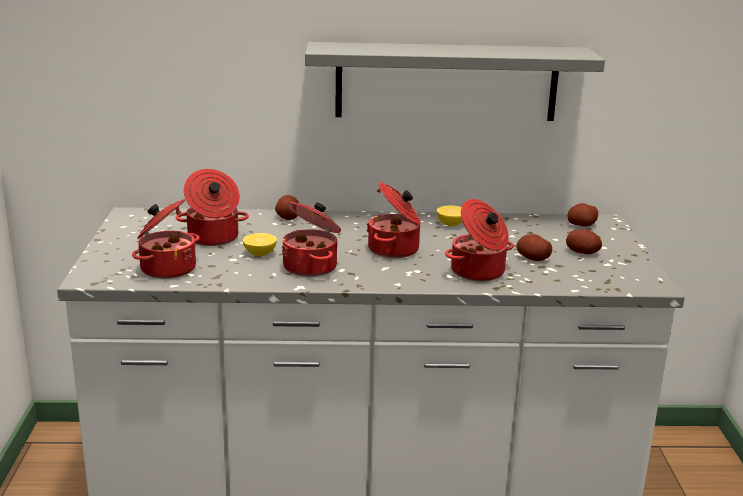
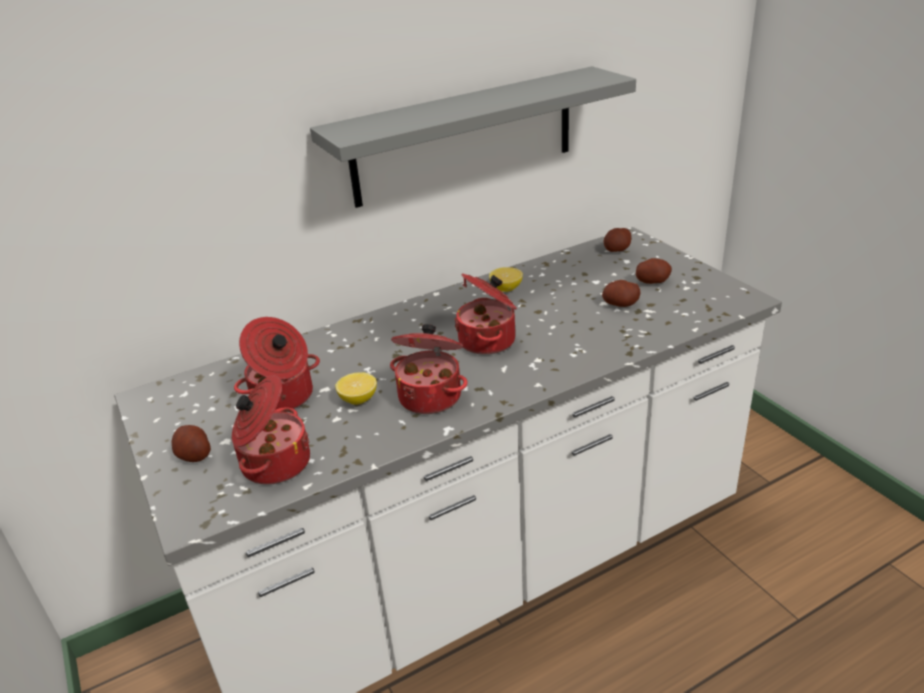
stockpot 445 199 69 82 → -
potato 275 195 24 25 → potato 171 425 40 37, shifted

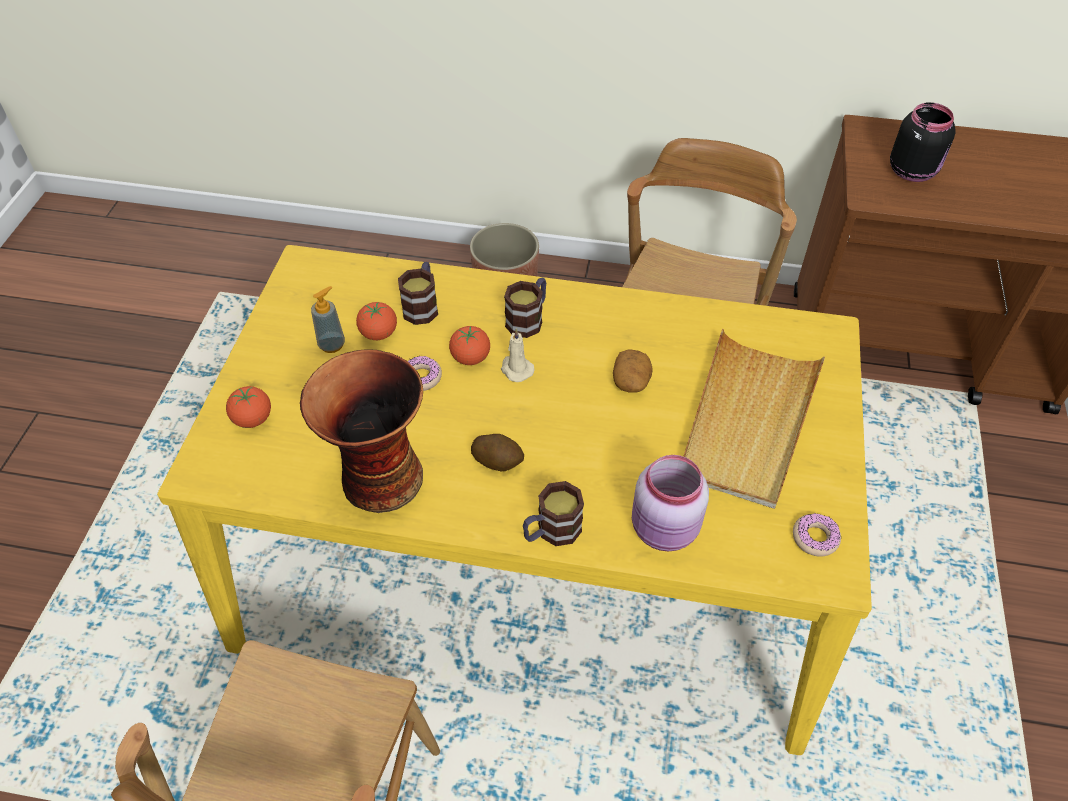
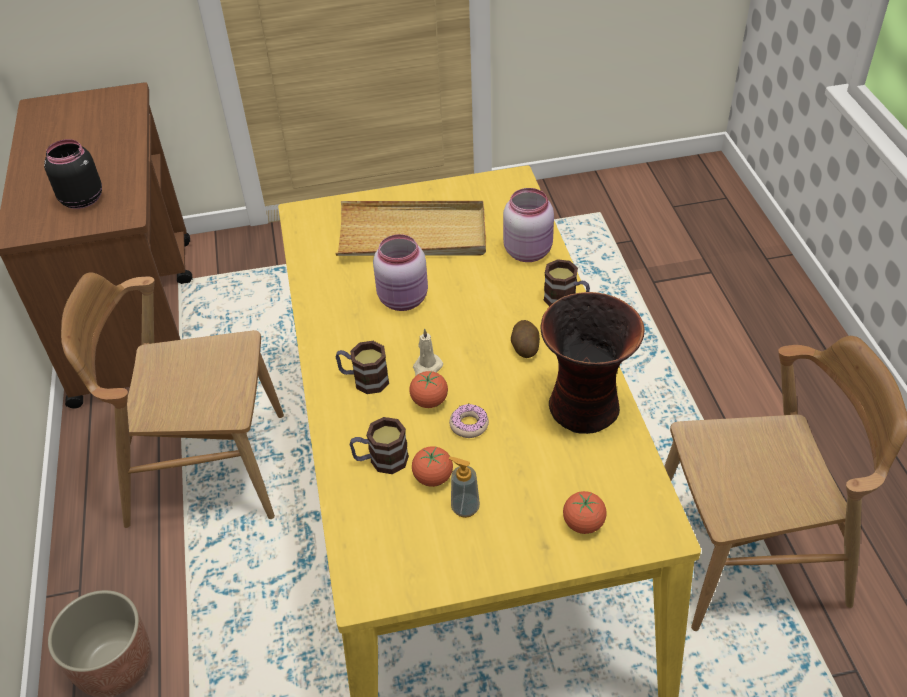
doughnut 793 513 48 44 → -
potato 613 349 40 44 → pinkish storage jar 373 234 55 77

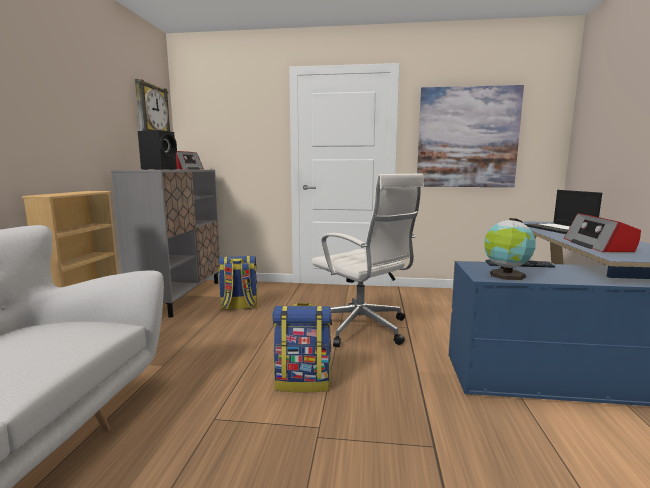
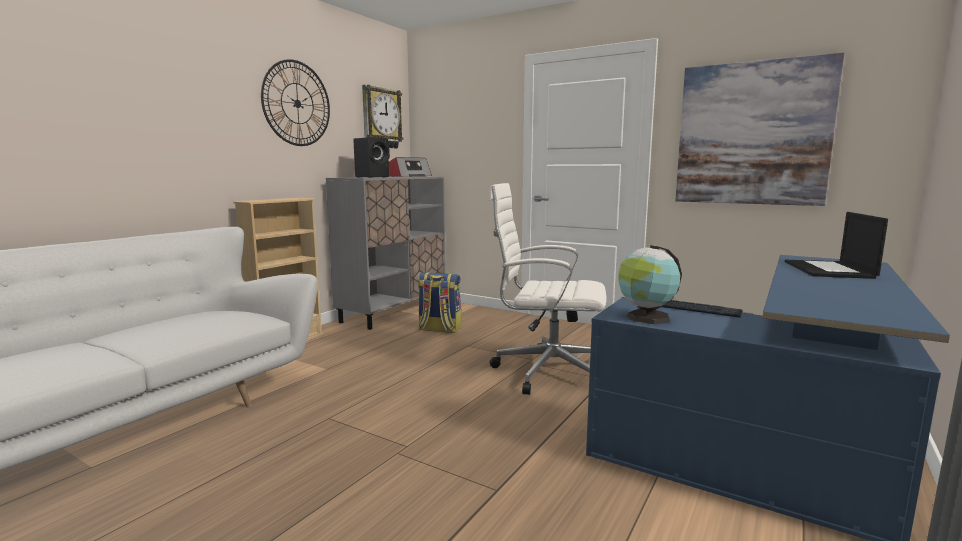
rucksack 272 303 60 89 → -
radio set 564 213 77 39 → -
- → wall clock 261 59 69 87
white computer chair 311 173 113 174 → white computer chair 489 183 118 212, 120 degrees clockwise

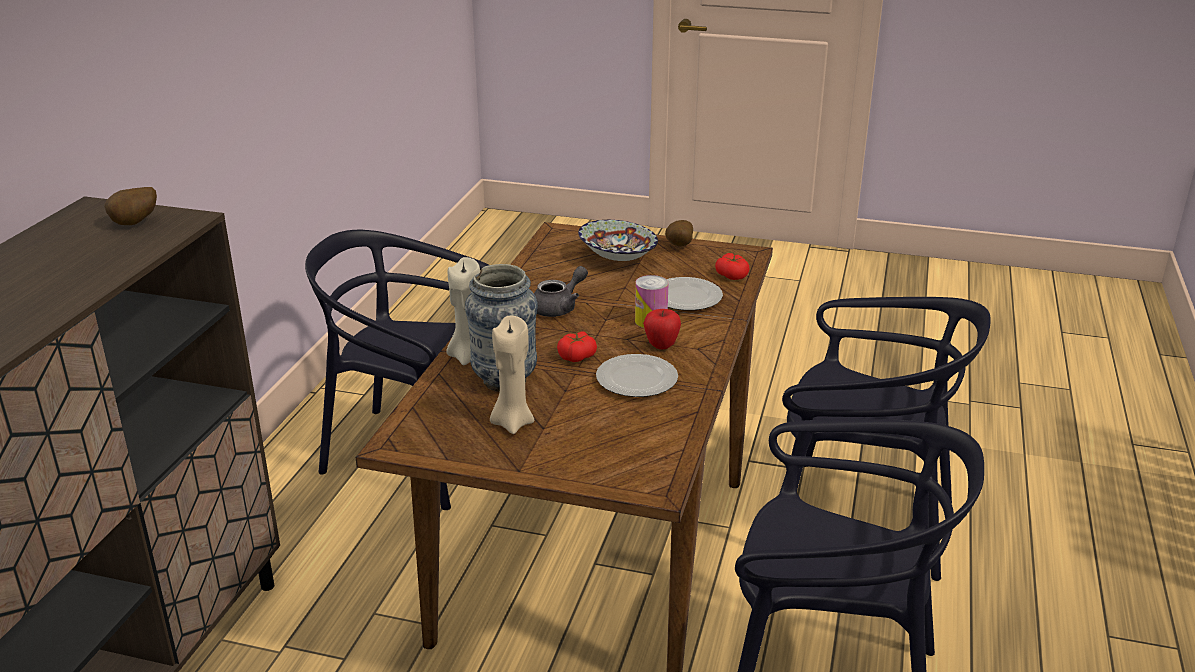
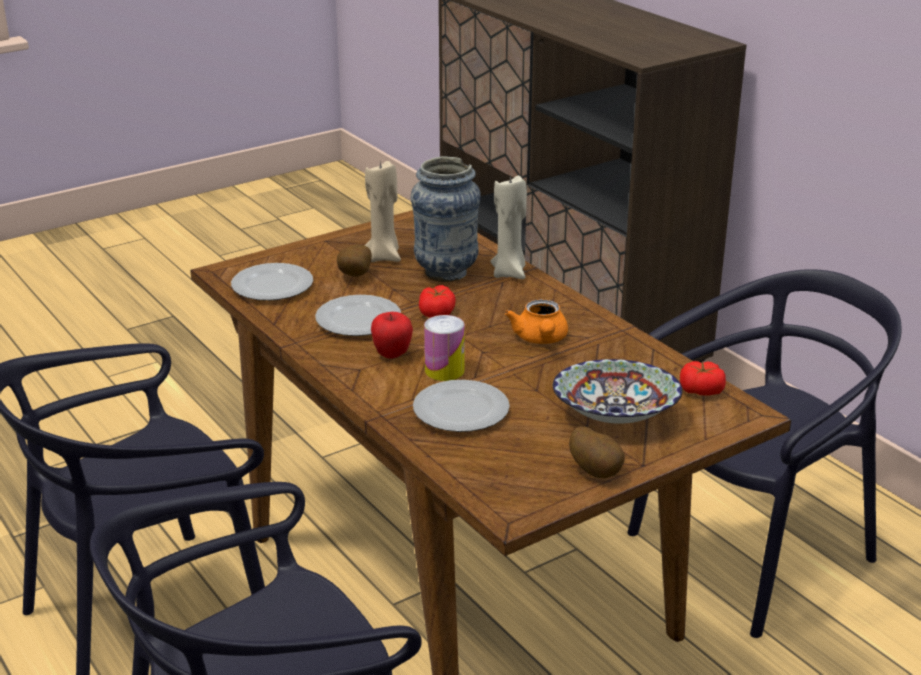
- → flat dish 231 263 82 38
potato 104 187 53 38 → potato 337 244 35 33, shifted
tomato 715 253 34 27 → tomato 680 361 46 35, shifted
greyish pot for tea 534 266 54 51 → orange-coloured pot for tea 505 299 63 45

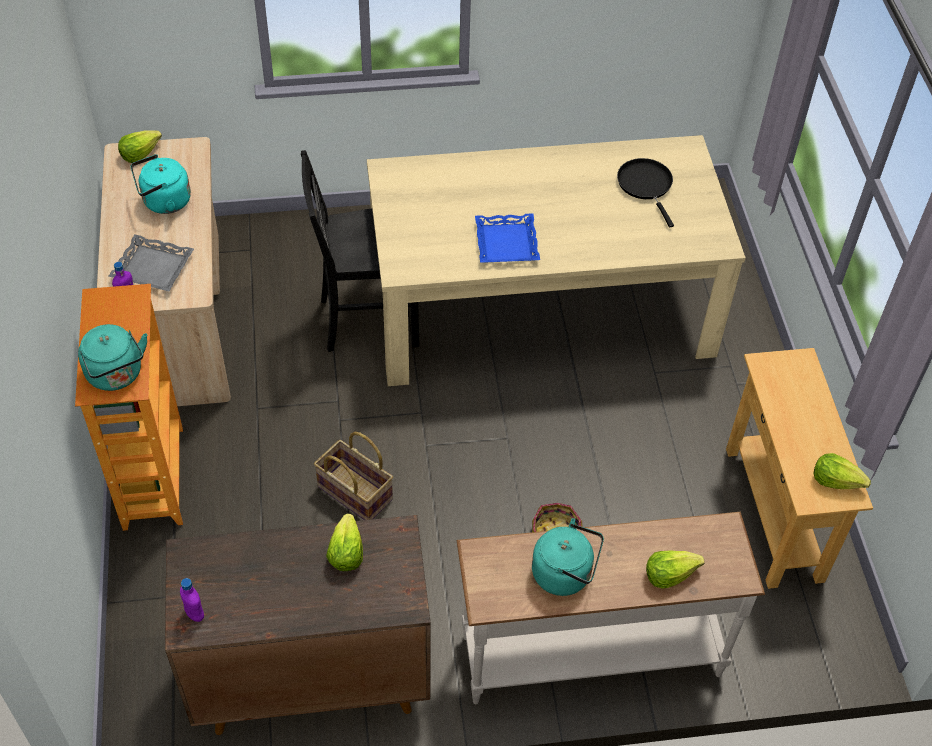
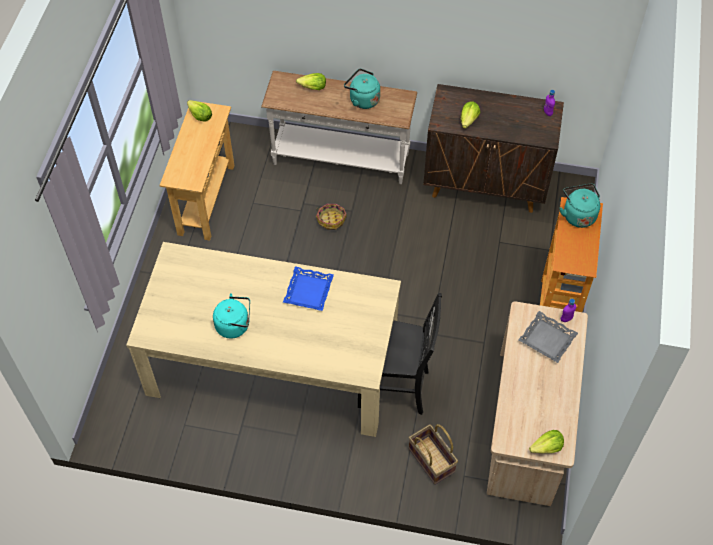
blackish frying pan 617 158 57 69 → -
turquoise water kettle 131 154 60 60 → turquoise water kettle 213 293 37 46, shifted
basket 314 432 79 88 → basket 409 424 49 61, shifted

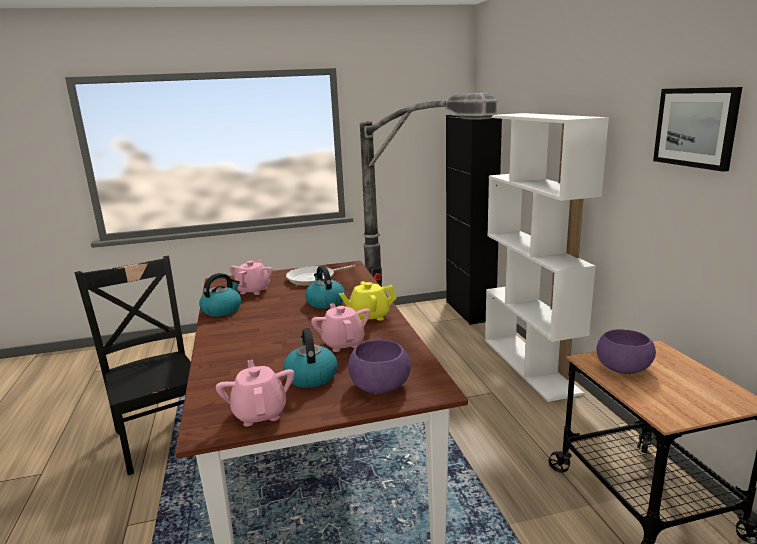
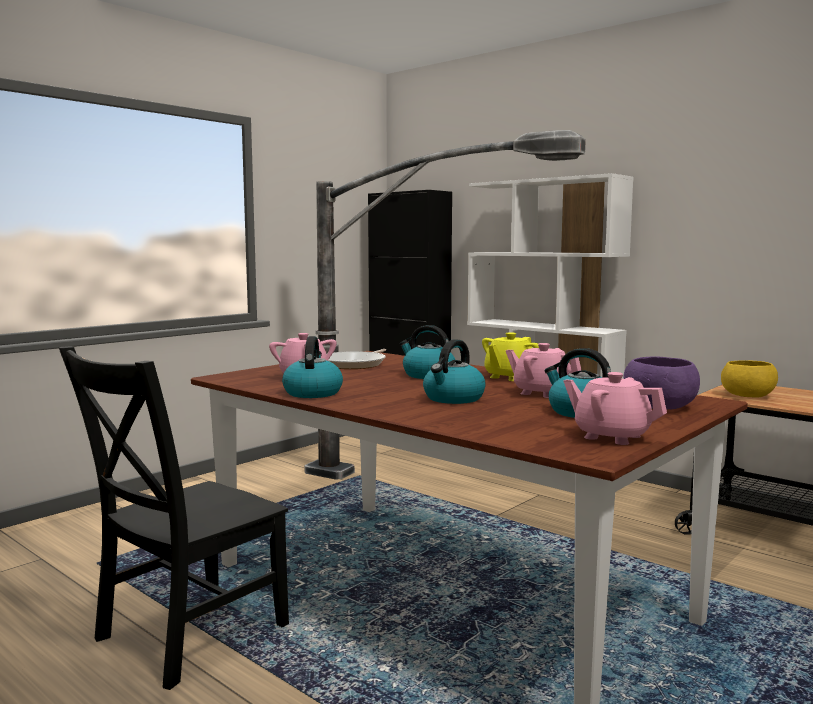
wall picture 653 87 89 85 → -
- → water kettle 423 339 63 65
purplish serving bowl 597 329 59 45 → yellow serving bowl 721 360 57 38
blackish chair 74 256 117 219 → blackish chair 58 346 231 344, 75 degrees counterclockwise

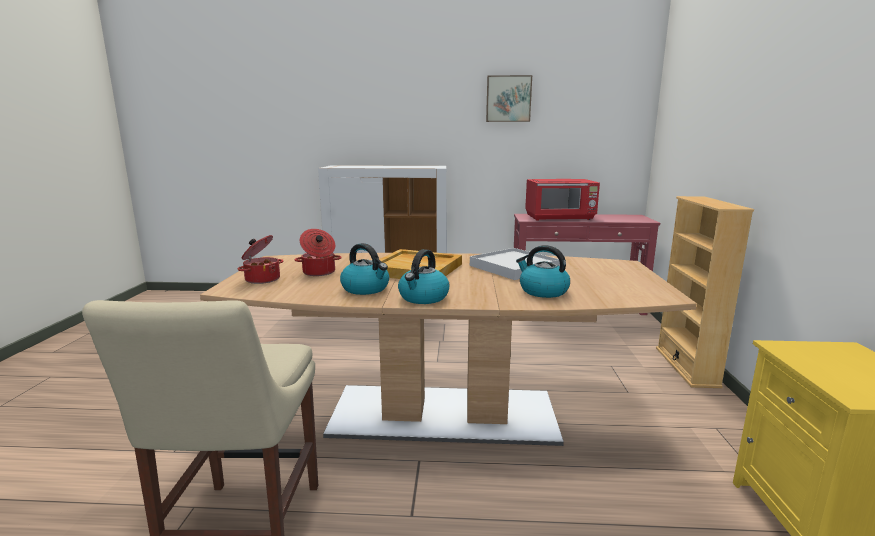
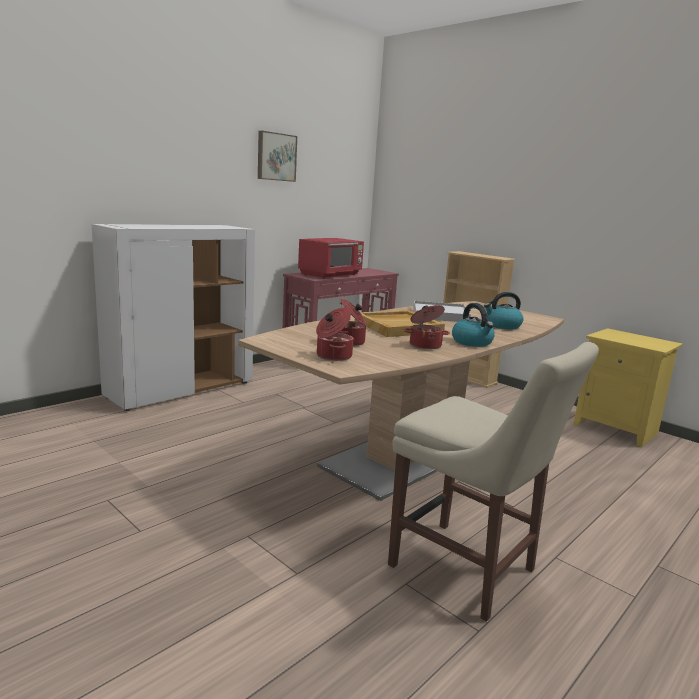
water kettle 340 243 49 52 → stockpot 404 305 46 44

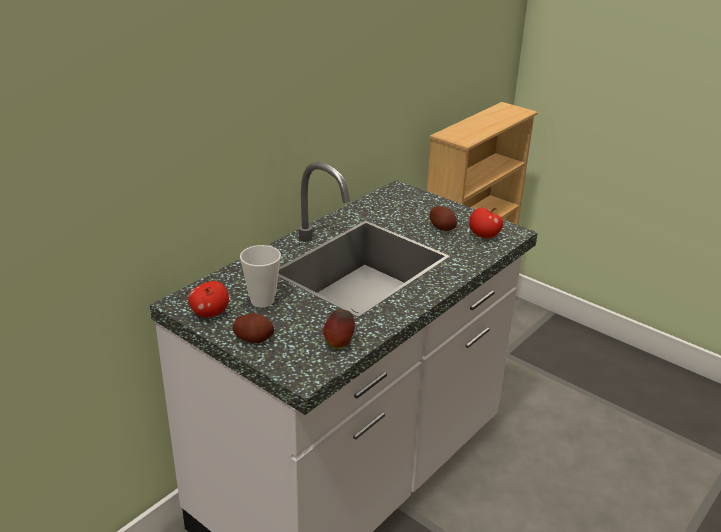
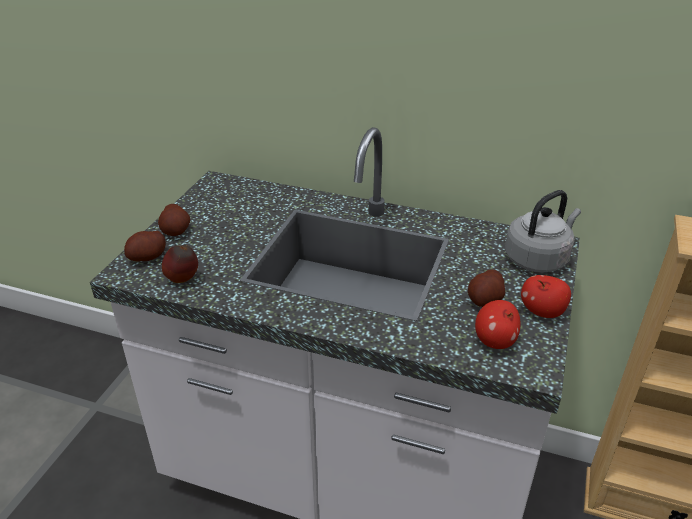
drinking cup 240 245 41 63 → -
- → potato 124 231 42 30
- → greyish water kettle 505 190 76 83
whole apple 188 281 41 37 → whole apple 521 275 50 43, shifted

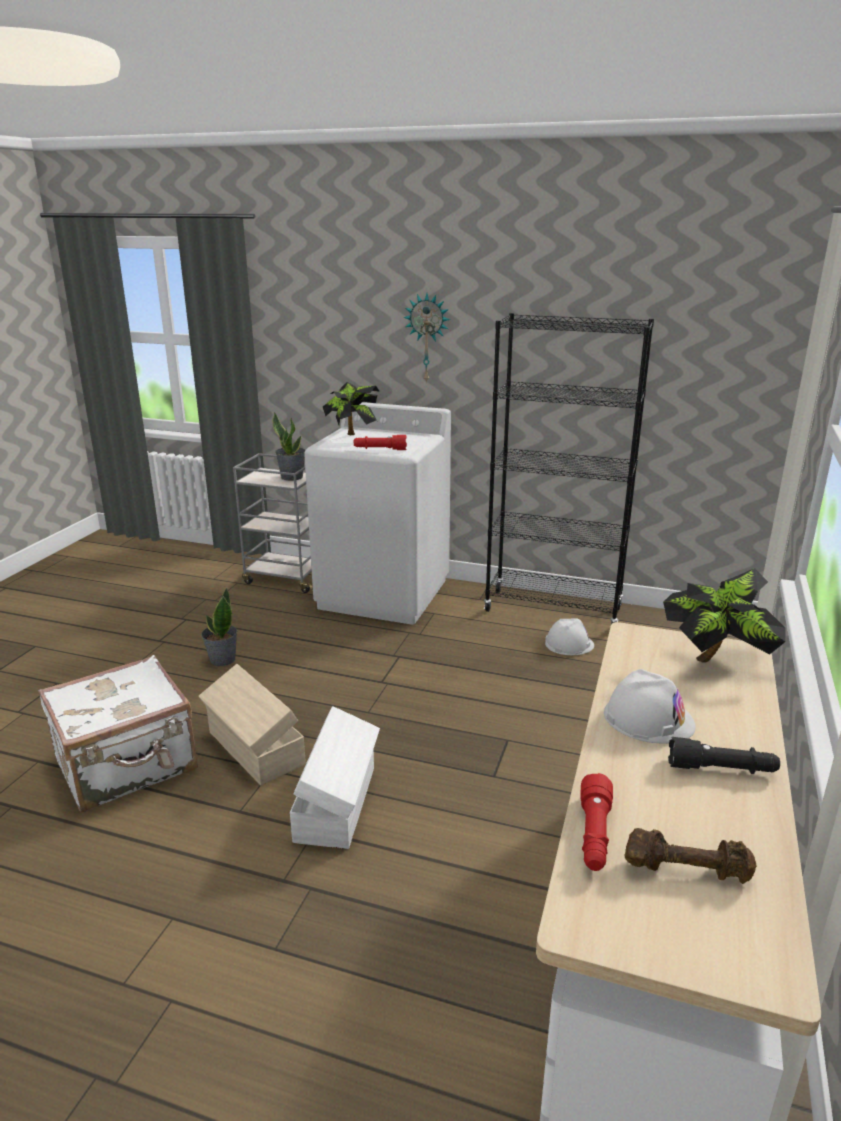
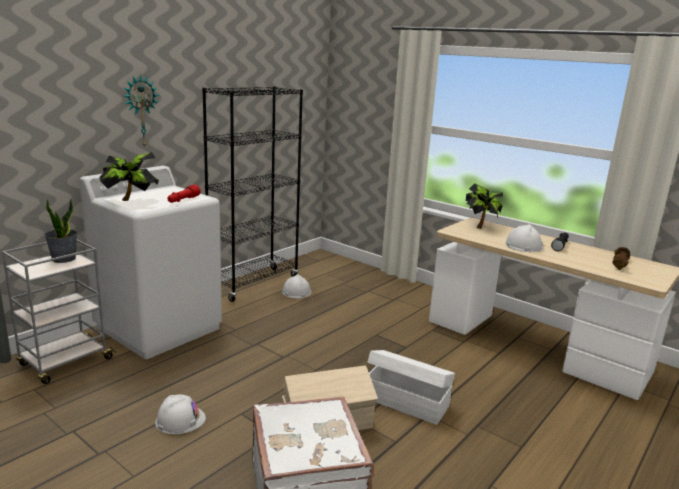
red-coloured flashlight 580 773 33 98 → -
potted plant 201 588 36 78 → white hard hat 155 395 51 39

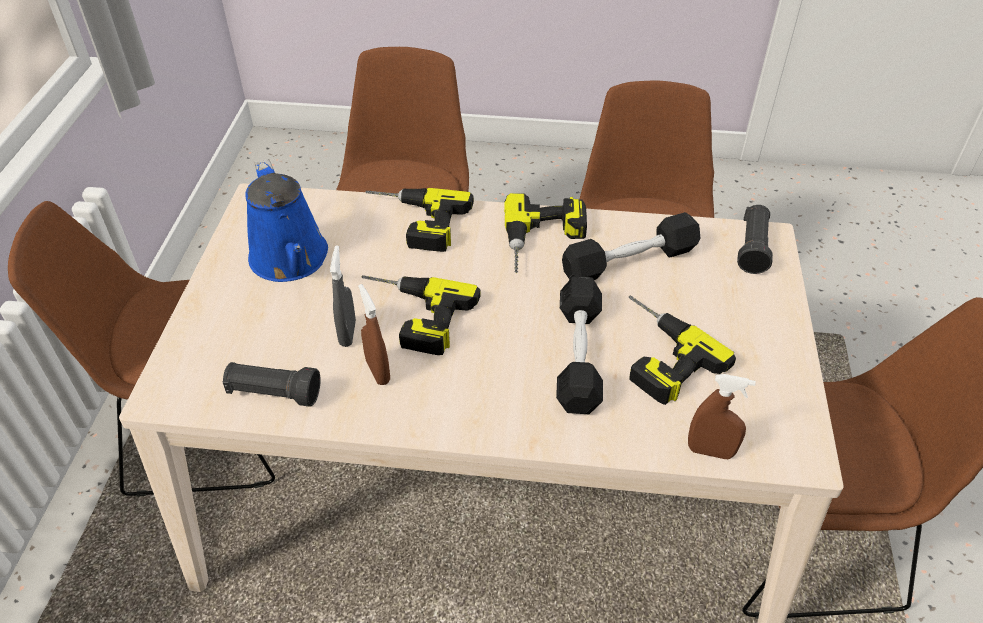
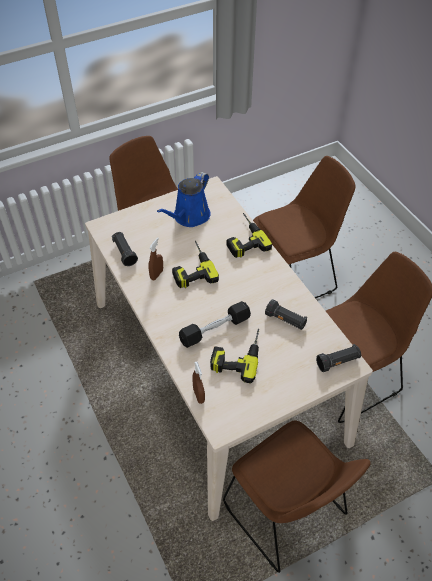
greyish sprayer 330 246 26 101 → -
electric drill 504 193 83 80 → -
blackish free weight 562 212 139 68 → blackish flashlight 265 299 42 31

